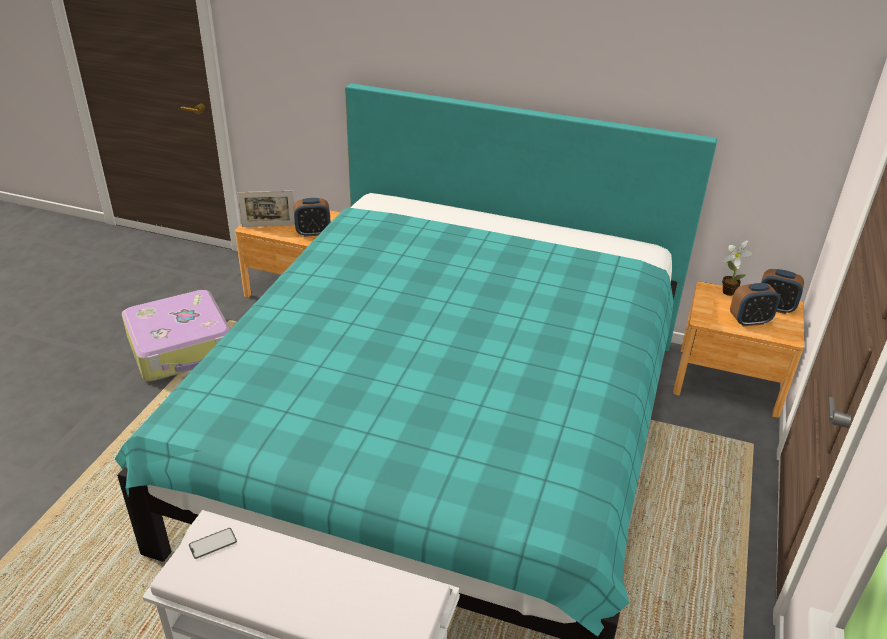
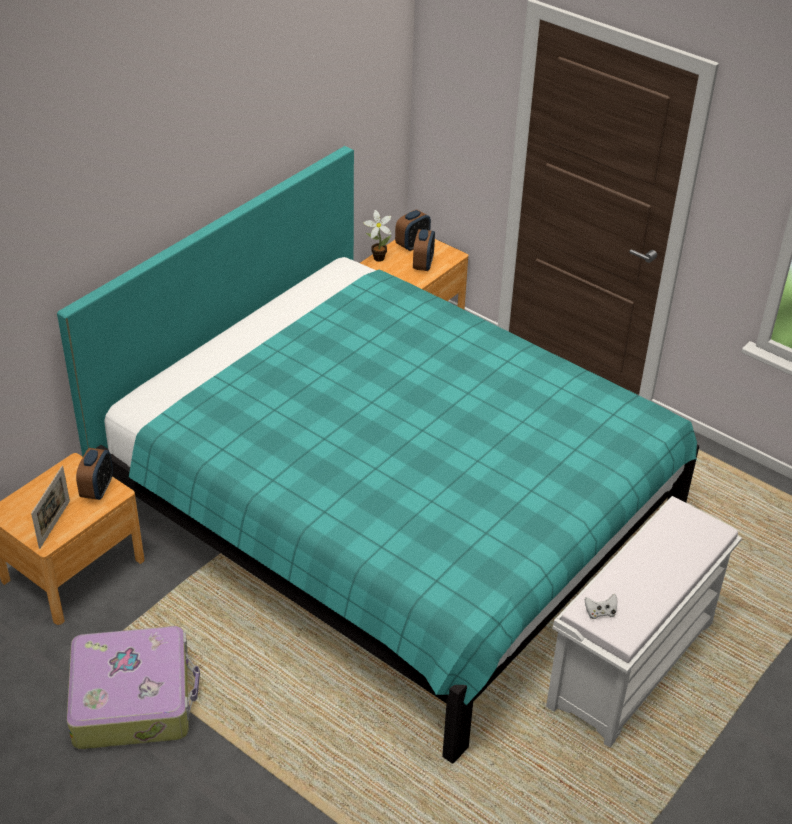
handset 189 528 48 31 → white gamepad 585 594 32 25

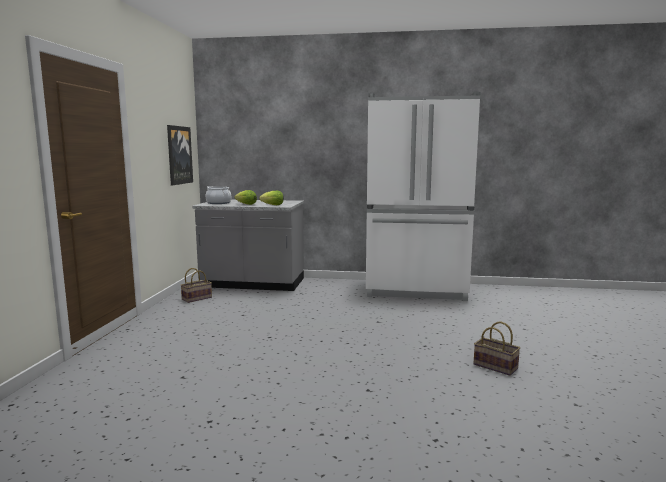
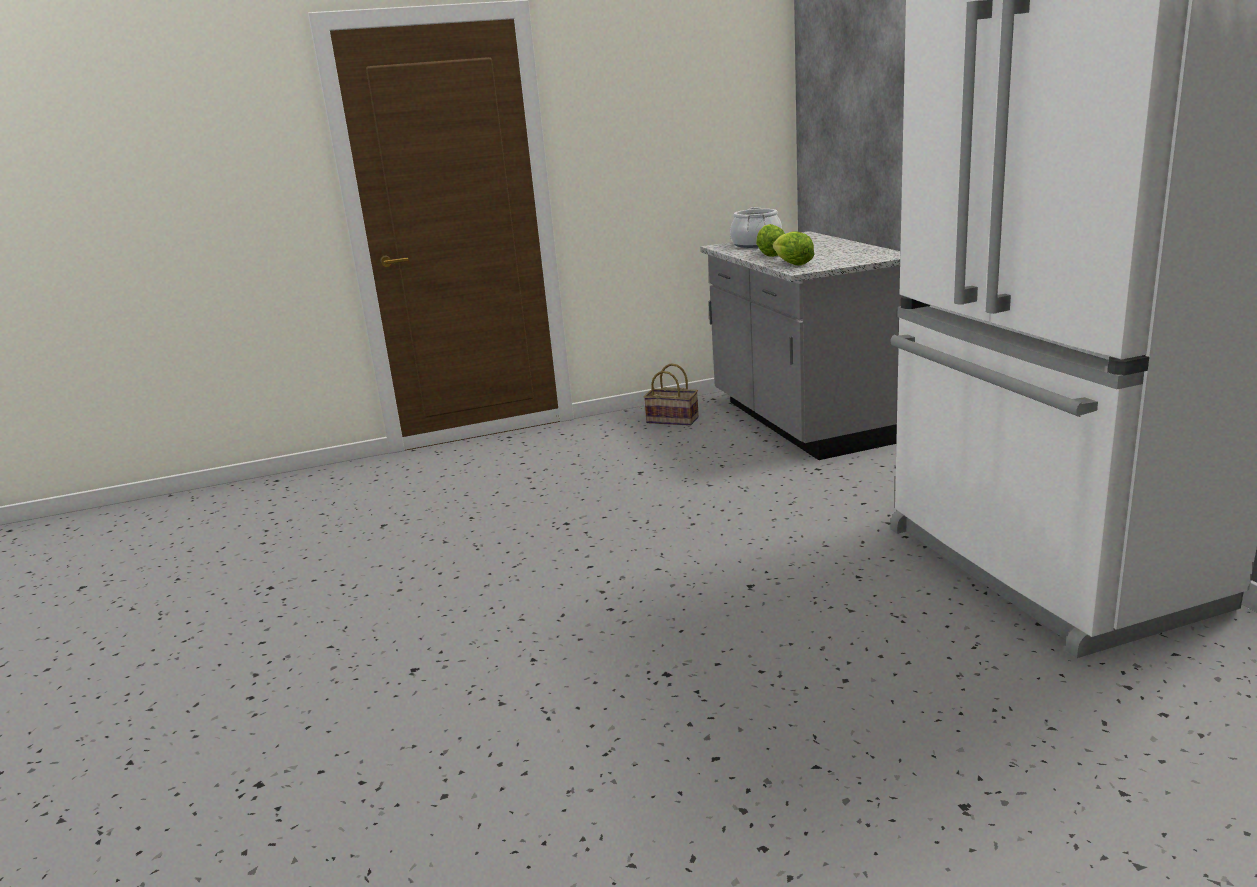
wall picture 167 125 26 60 → -
basket 473 321 48 55 → -

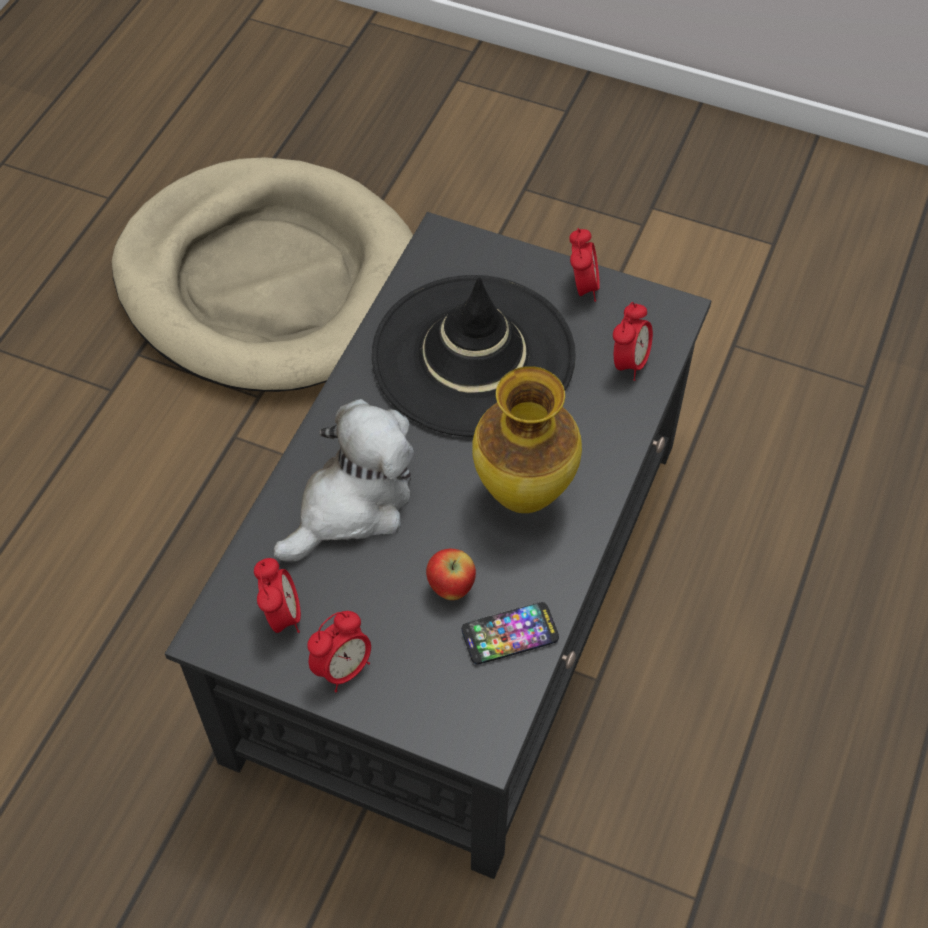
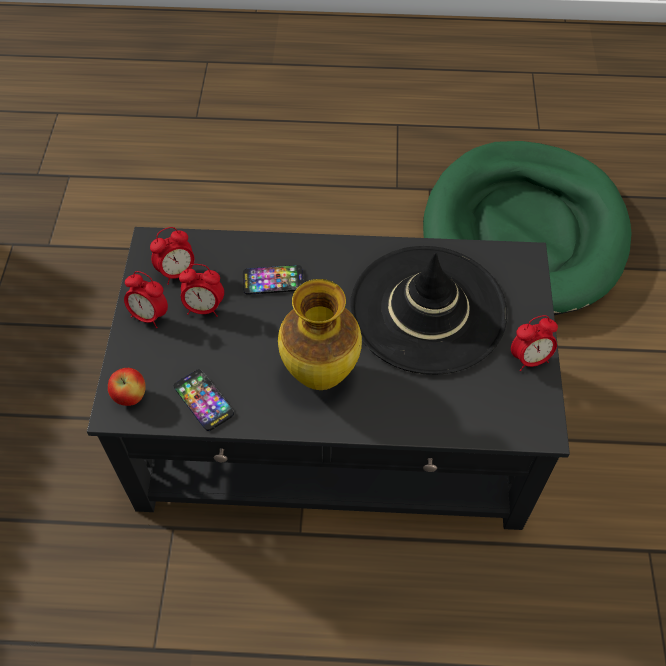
whole apple 426 549 50 51 → whole apple 108 368 38 38, shifted
table clock 613 302 40 79 → table clock 179 264 45 53, shifted
soft toy 274 399 140 162 → handset 243 265 61 29
beige dog bed 112 157 301 235 → green-coloured dog bed 423 141 209 174

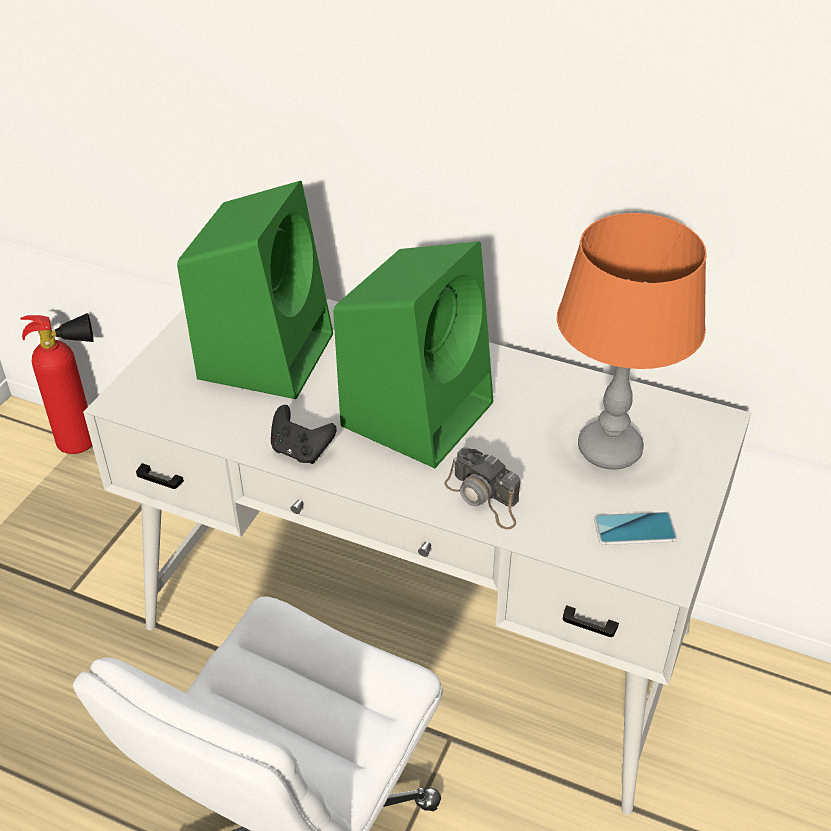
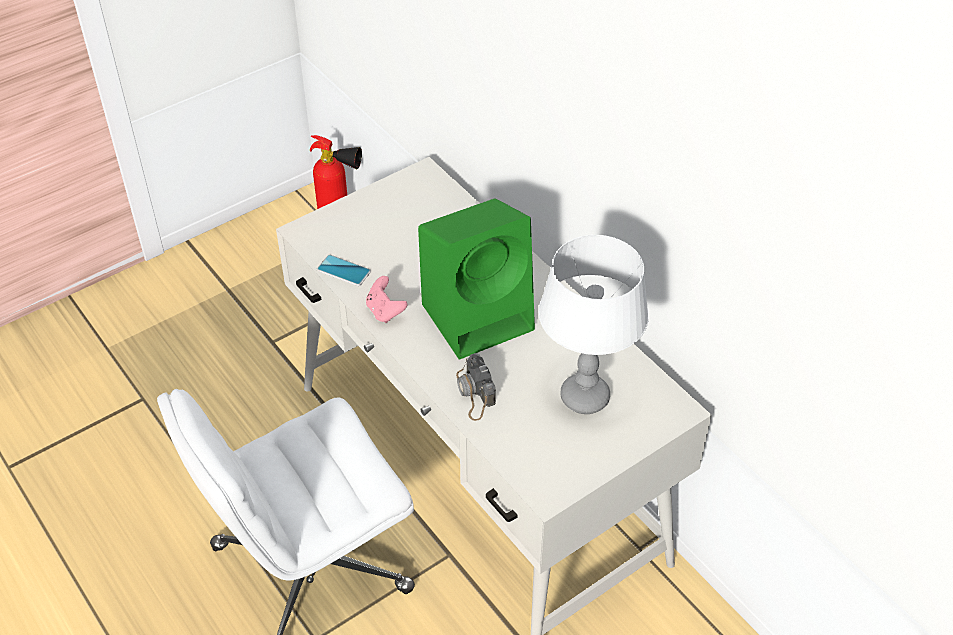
green-coloured audio speaker 177 181 156 218 → -
handset 594 512 83 33 → handset 317 255 54 31, shifted
blackish gamepad 271 405 66 59 → pinkish gamepad 366 276 42 47
orange-coloured lamp for a table 557 213 150 257 → white lamp for a table 538 235 111 179

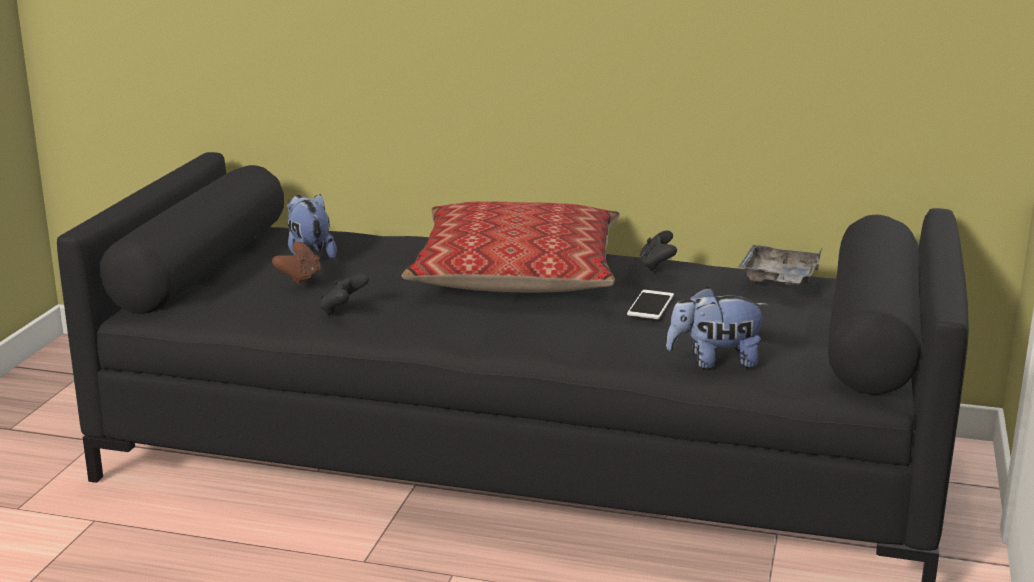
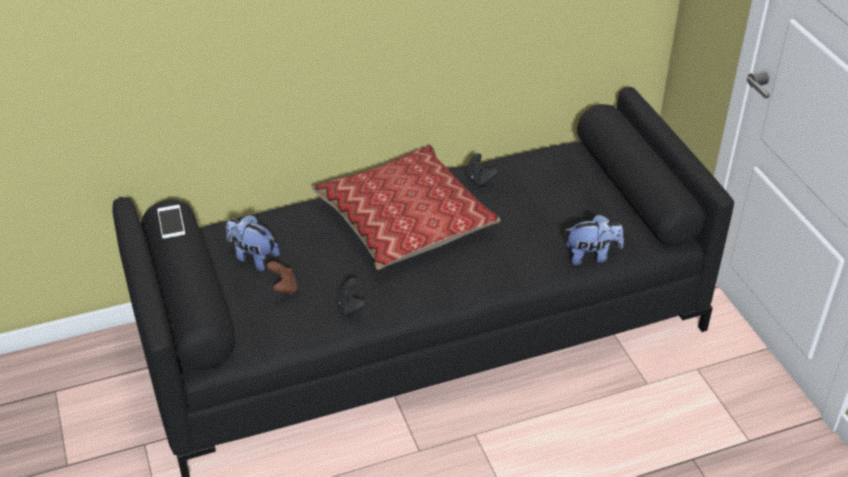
greyish carrying tray 738 245 84 41 → -
handset 627 290 47 29 → handset 157 205 28 34, shifted
soft toy 666 287 103 82 → soft toy 566 214 58 51, 150 degrees counterclockwise

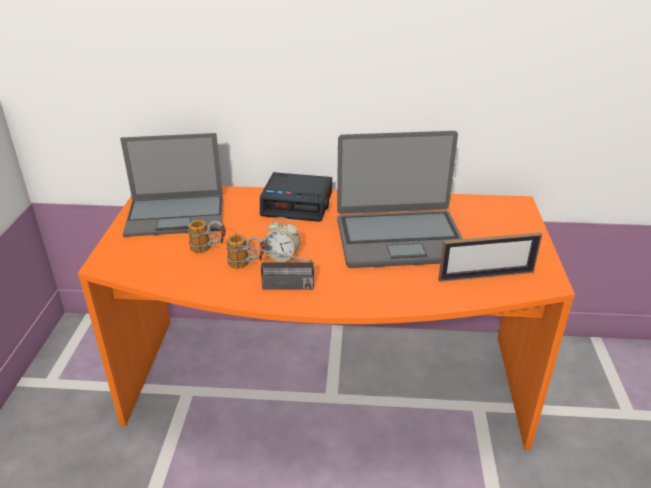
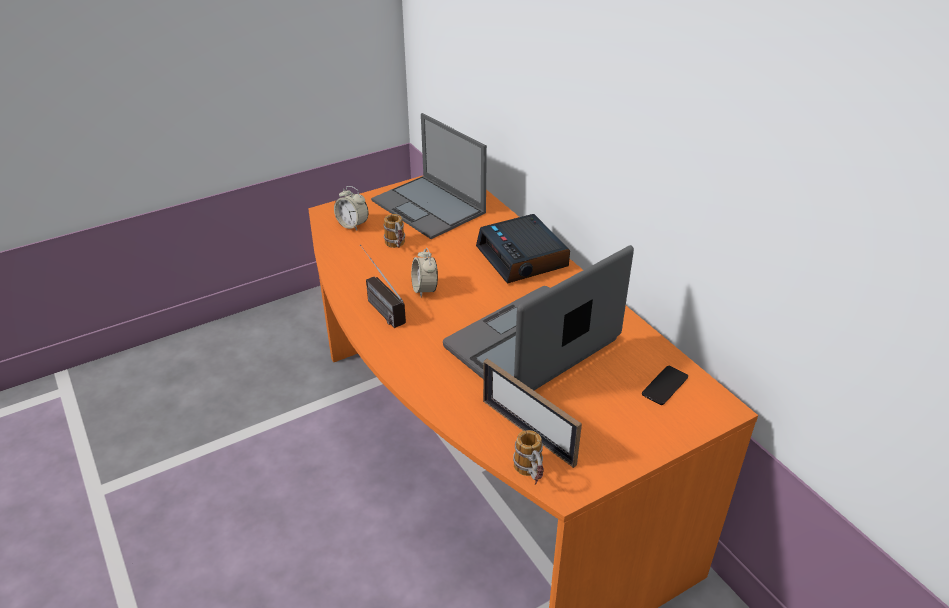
- → table clock 334 186 34 44
- → handset 642 366 46 39
tea mug 226 234 39 35 → tea mug 513 430 31 54, shifted
laptop 337 131 126 137 → laptop 443 245 191 145, 90 degrees clockwise

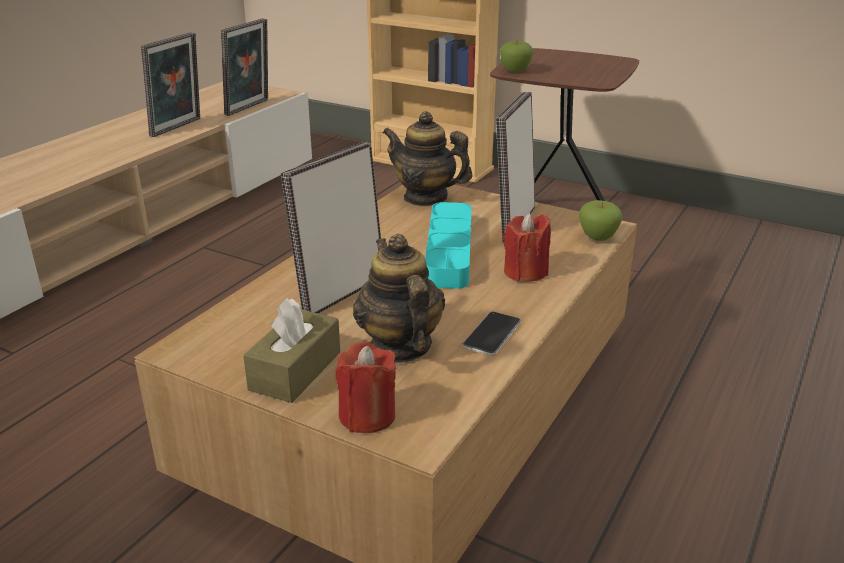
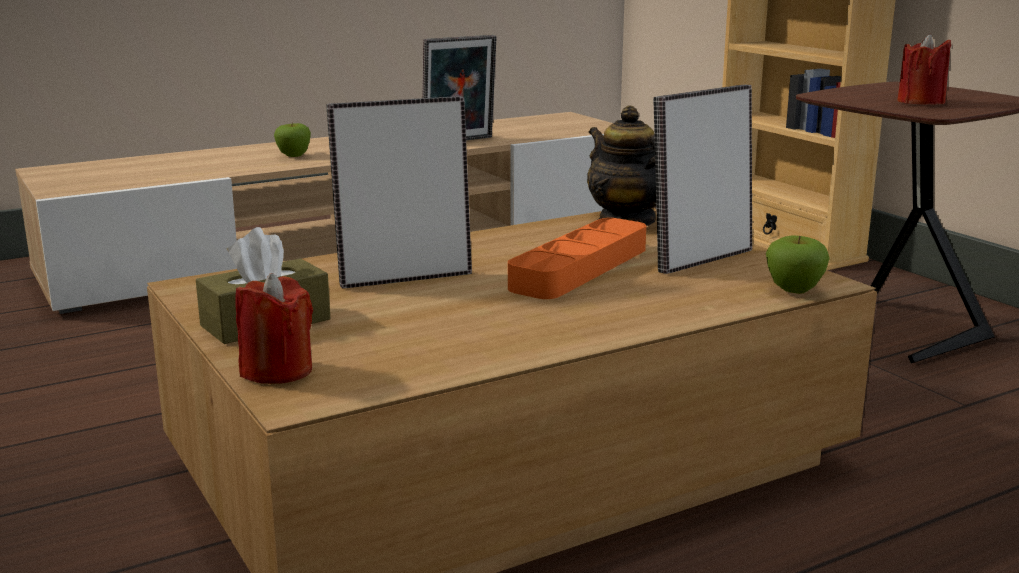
standing frame 221 18 47 98 → -
pot for tea 353 234 92 129 → -
handset 462 312 59 44 → -
whole apple 500 40 33 33 → whole apple 274 122 37 35, shifted
red-coloured wax light 503 213 48 69 → red-coloured wax light 897 34 54 71, shifted
turquoise carrying tray 425 202 47 87 → orange-coloured carrying tray 508 218 138 81

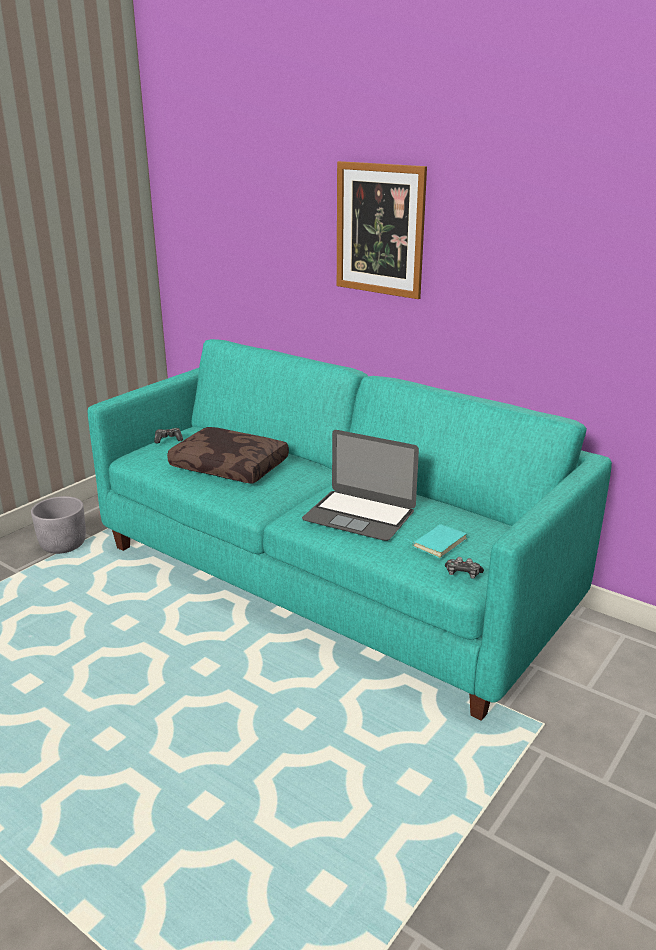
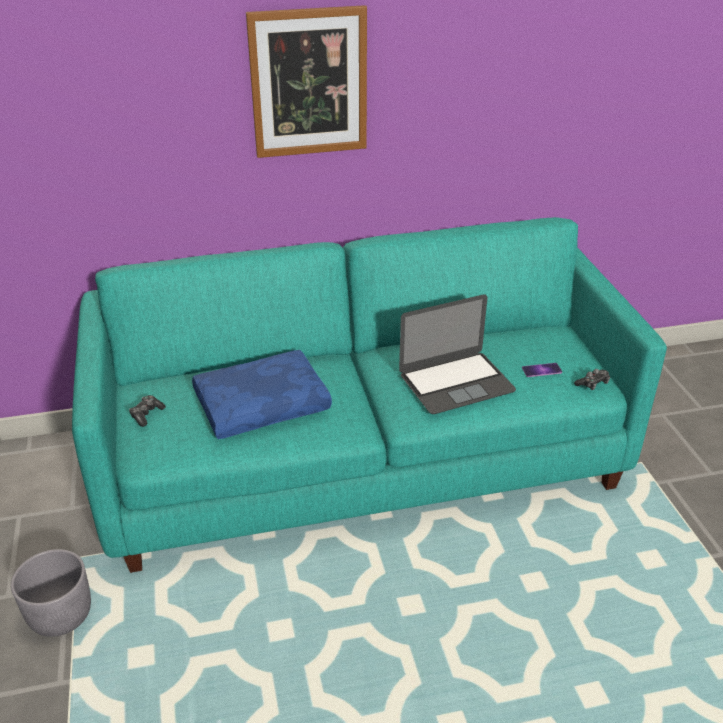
turquoise volume 407 524 60 34 → handset 522 363 40 14
brown throw pillow 167 427 122 57 → blue throw pillow 192 350 140 89

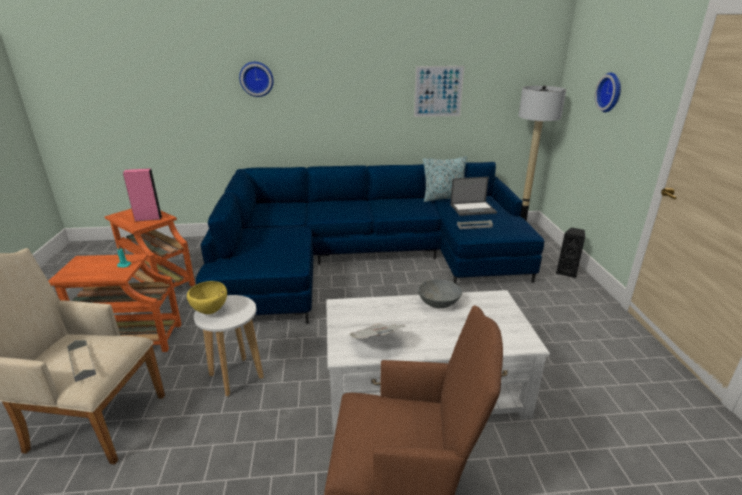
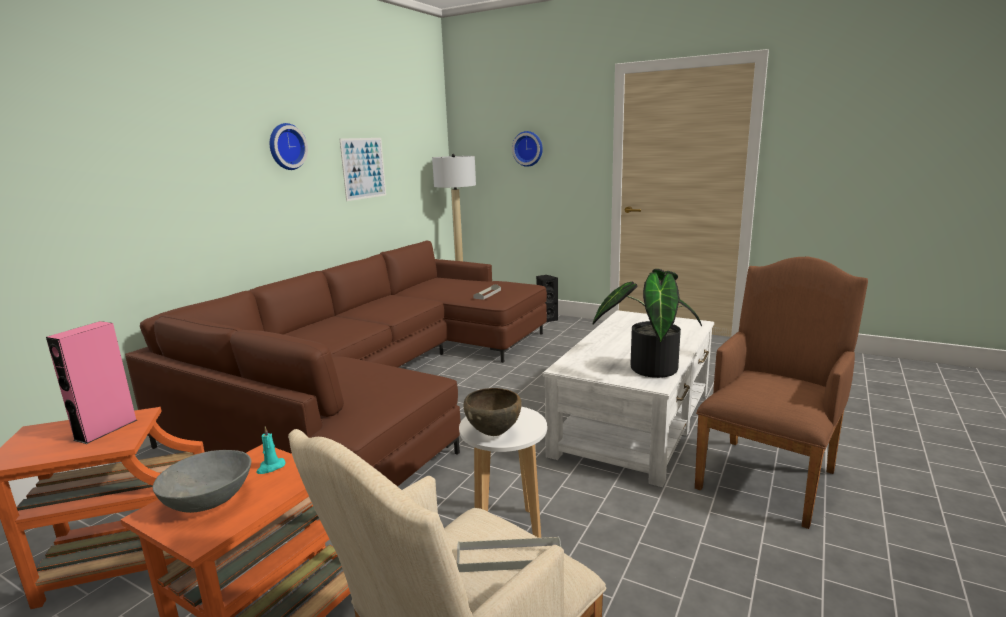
throw pillow 423 156 44 46 → -
laptop 450 177 47 39 → -
wall clock 239 62 35 35 → wall clock 270 123 38 47, shifted
greyish serving bowl 418 279 44 29 → greyish serving bowl 152 450 99 63, shifted
newspaper 349 323 57 16 → potted plant 593 269 109 109
yellow serving bowl 187 281 40 33 → brown serving bowl 463 388 59 48
blue sofa 196 162 348 162 → brown sofa 125 240 422 247

